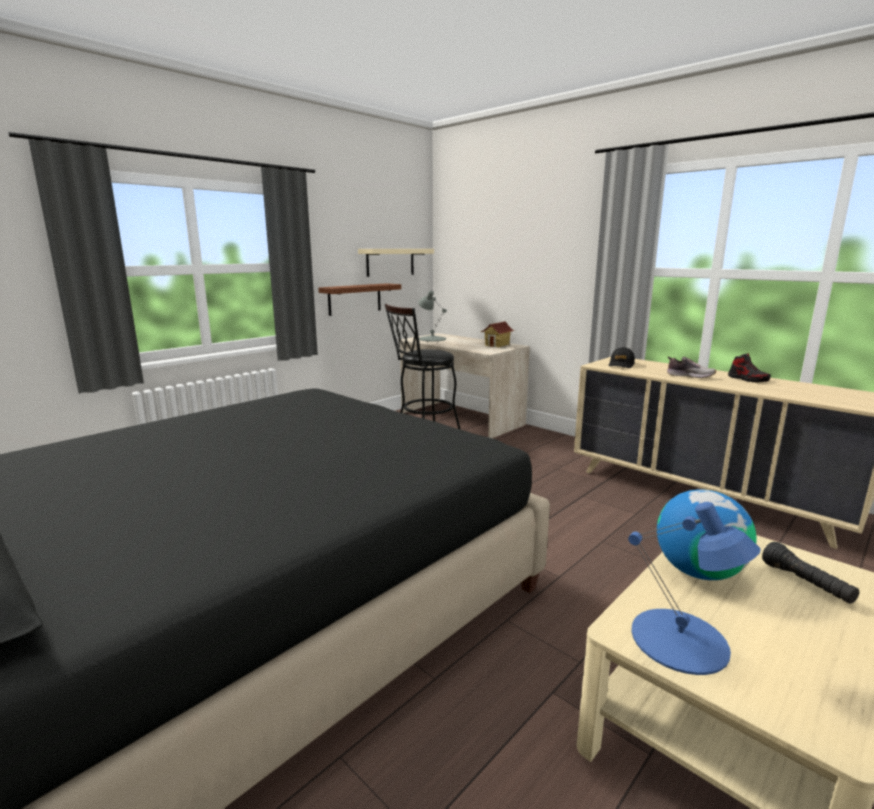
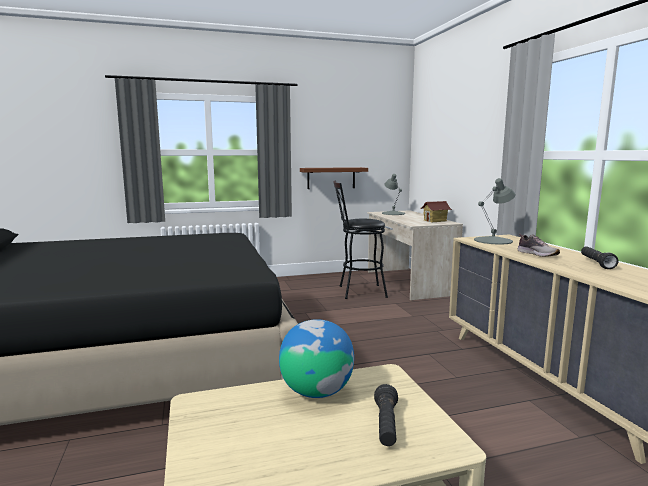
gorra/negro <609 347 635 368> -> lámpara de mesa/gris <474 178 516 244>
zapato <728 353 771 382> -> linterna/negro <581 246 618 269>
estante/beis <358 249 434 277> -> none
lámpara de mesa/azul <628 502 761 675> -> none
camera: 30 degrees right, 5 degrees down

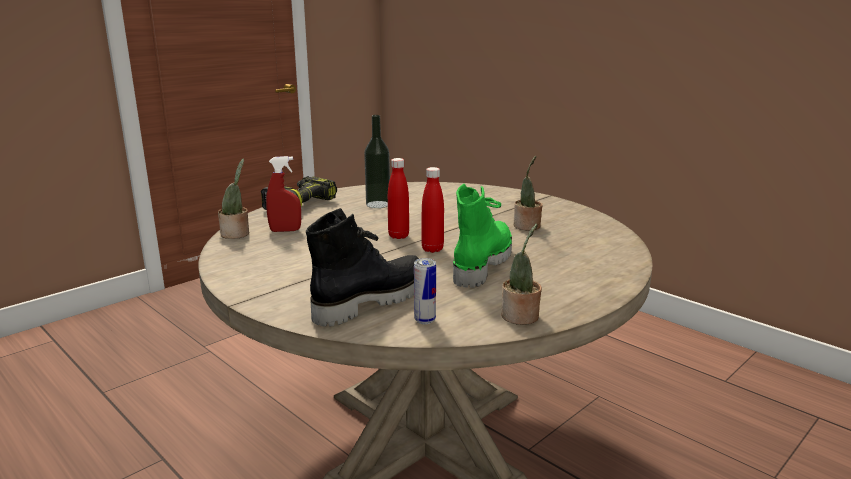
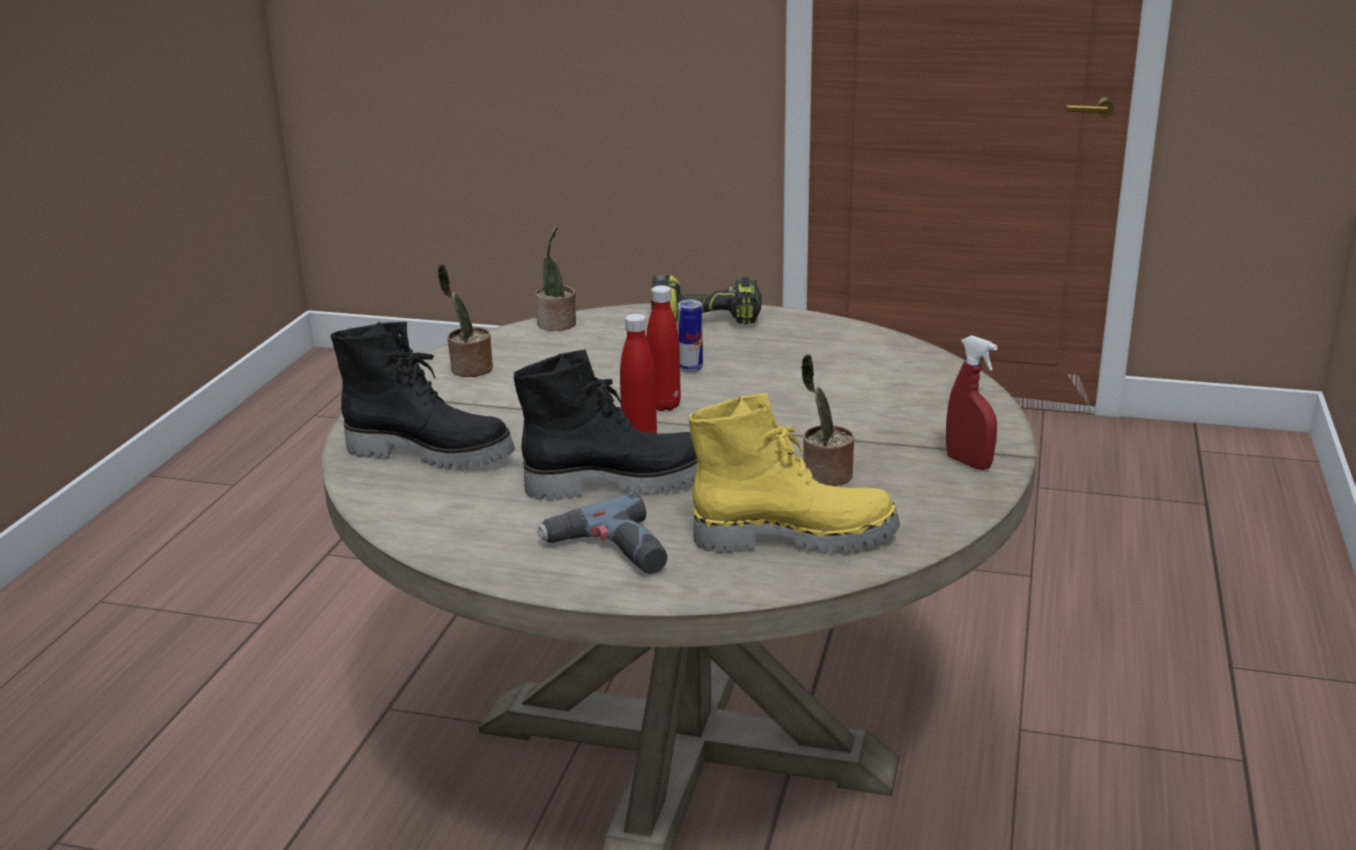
planta en maceta <501 224 542 325> -> planta en maceta <438 264 493 377>, relocated
bota/verde <453 184 512 288> -> bota/negro <514 349 697 500>
none -> taladro <537 493 667 574>
lata <414 258 436 324> -> lata <678 299 703 372>, relocated
none -> bota/amarillo <689 393 900 554>
pulverizador/rojo <266 156 301 232> -> pulverizador/rojo <946 335 998 470>, relocated
botella <364 115 390 208> -> none
camera: 60 degrees right, 5 degrees up

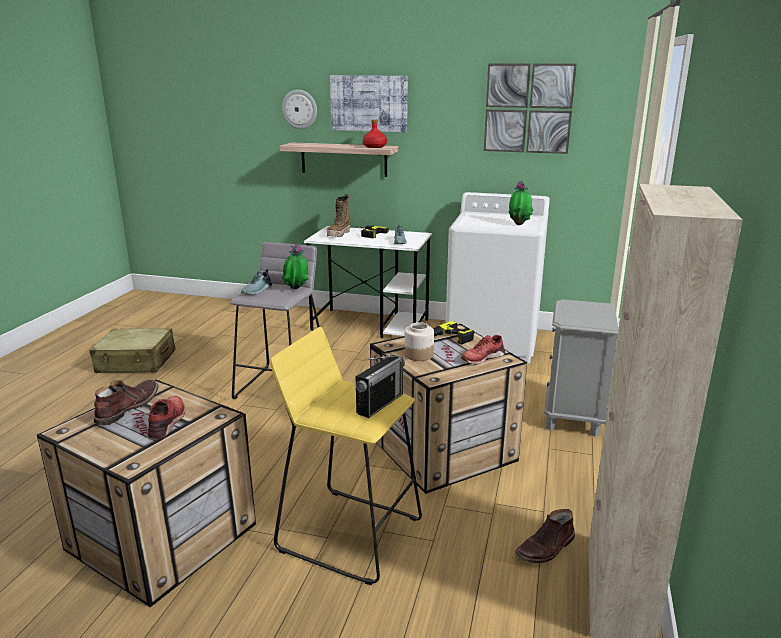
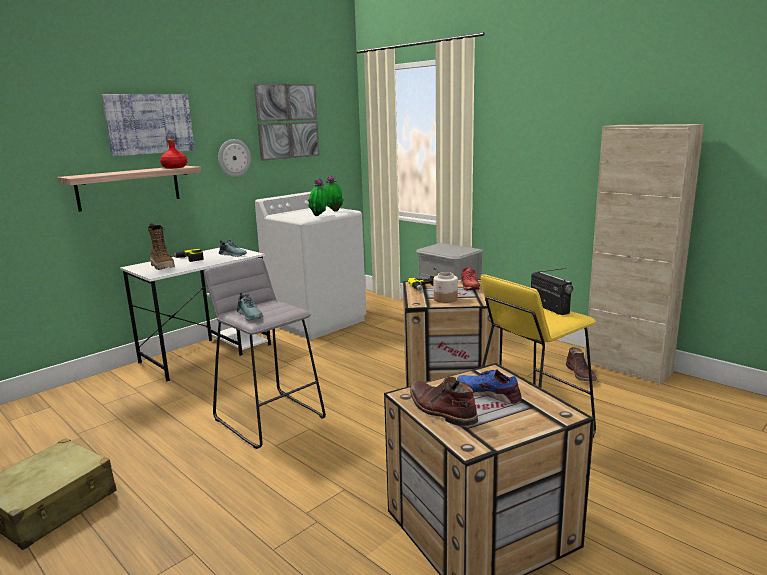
reloj de pared <282 90 317 129> -> reloj de pared <218 139 251 177>, relocated
planta en maceta <282 244 309 289> -> planta en maceta <308 178 327 216>, relocated
zapato/rojo <148 396 185 439> -> zapato/azul <456 369 522 404>
camera: 60 degrees left, 5 degrees down

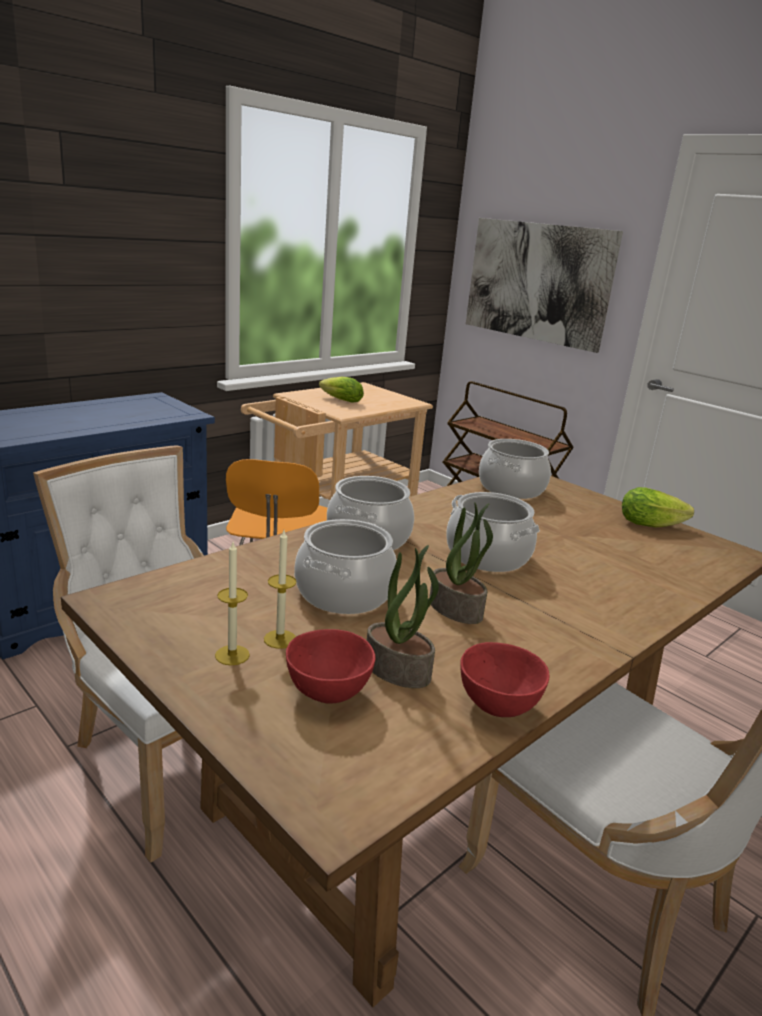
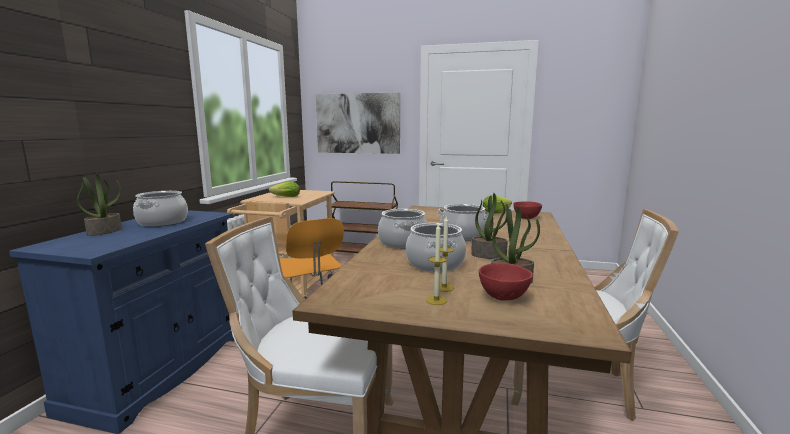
none -> planta en maceta <77 173 122 236>
olla <479 439 551 499> -> olla <133 191 188 226>, relocated
cuenco/rojo <460 642 550 717> -> cuenco/rojo <513 201 542 219>, relocated
camera: 30 degrees left, 10 degrees down

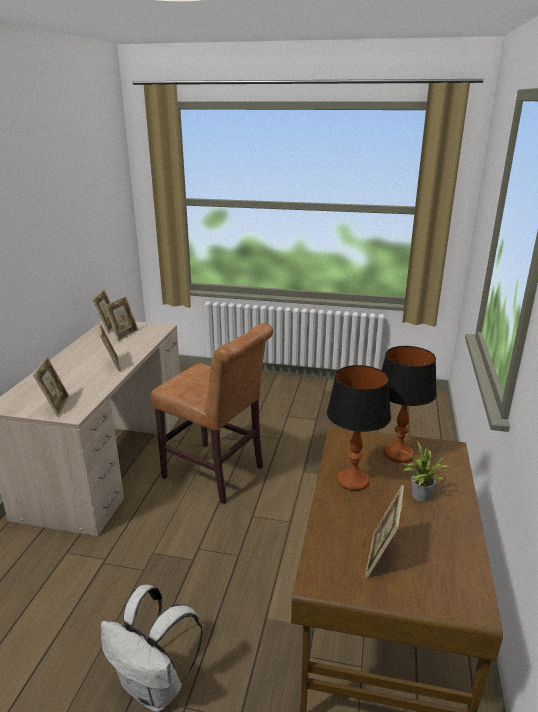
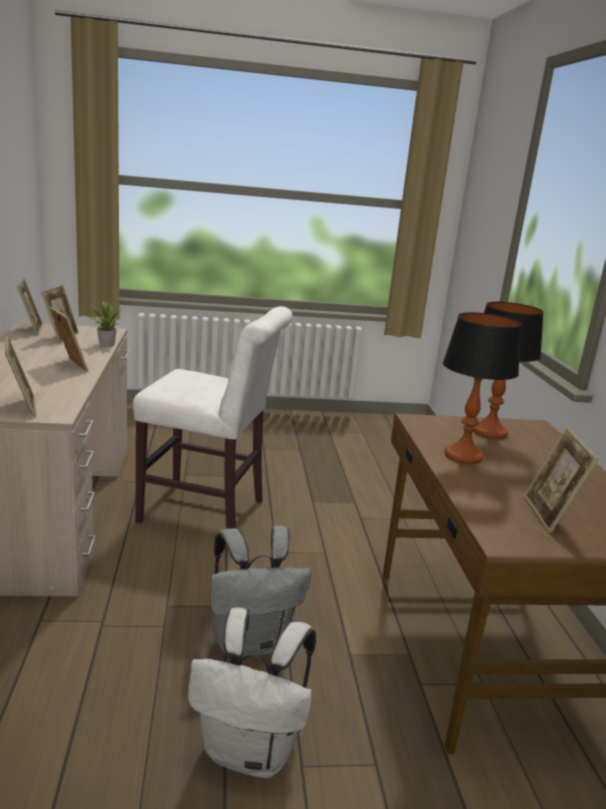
planta en maceta <403 441 449 502> -> planta en maceta <88 301 122 347>, relocated
silla/marrón <151 323 273 504> -> silla/blanco <133 306 293 529>
none -> mochila/gris <211 526 311 657>
camera: 20 degrees left, 5 degrees down

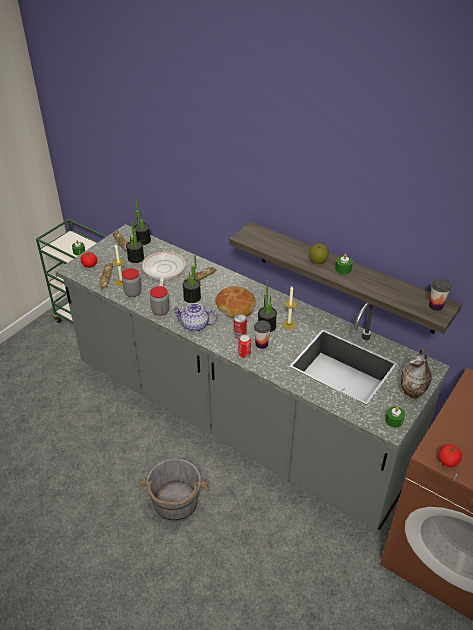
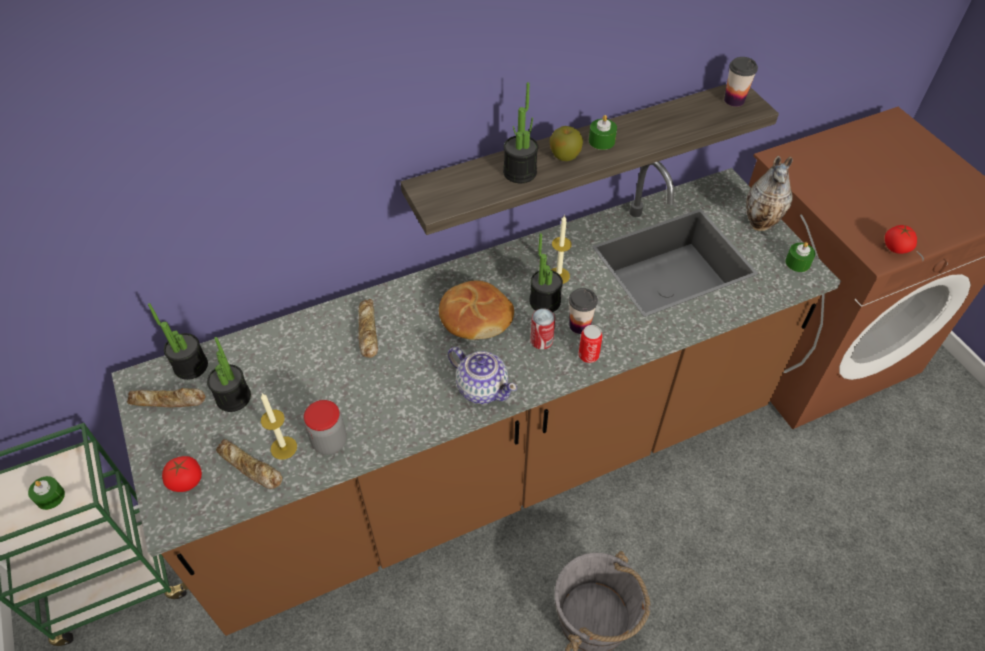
mueble bajo de cocina/gris <55 224 450 532> -> mueble bajo de cocina/marrón <111 161 841 636>
tetera <172 303 218 332> -> tetera <448 347 517 404>, 90 degrees counterclockwise
planta en maceta <183 255 201 303> -> planta en maceta <503 82 538 183>, relocated
sartén <142 252 186 287> -> none
tarro <150 286 170 316> -> none
camera: 60 degrees left, 10 degrees up

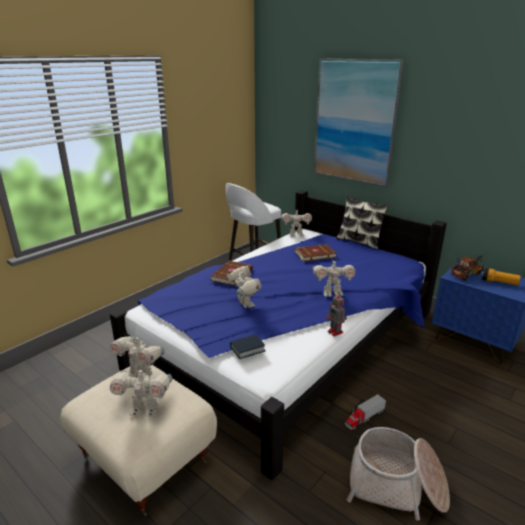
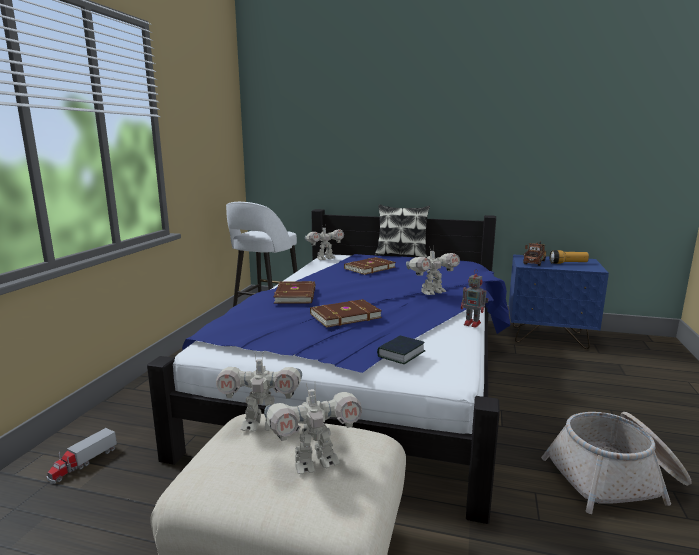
camión de juguete <345 394 386 430> -> camión de juguete <46 428 117 483>, relocated
robot de juguete <227 266 262 308> -> libro/marrón <310 299 382 328>
cuadro <314 59 404 188> -> none
camera: 25 degrees left, 10 degrees down

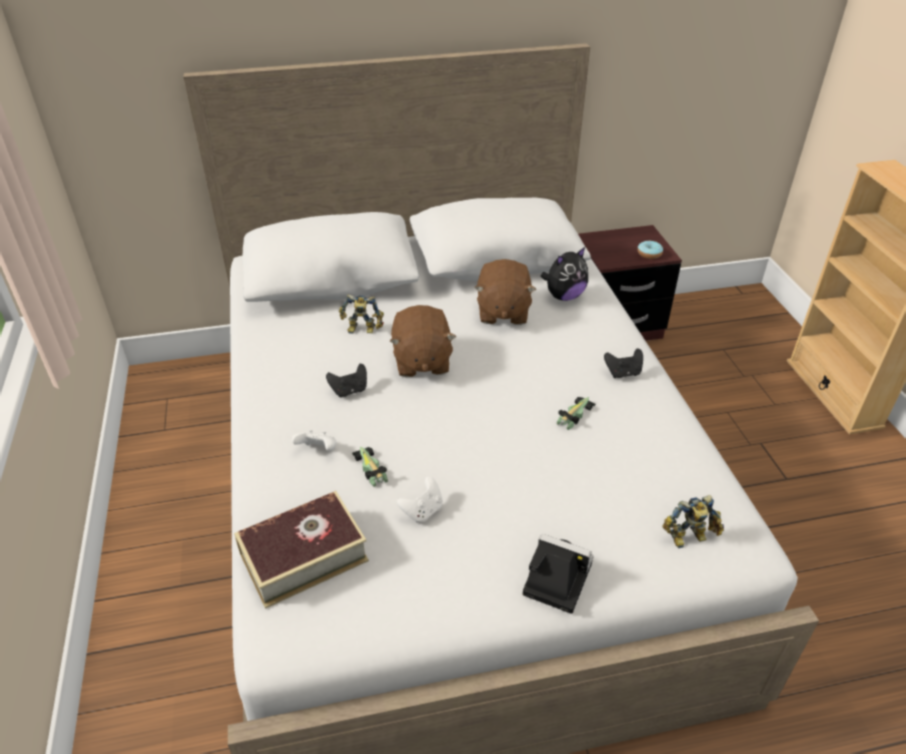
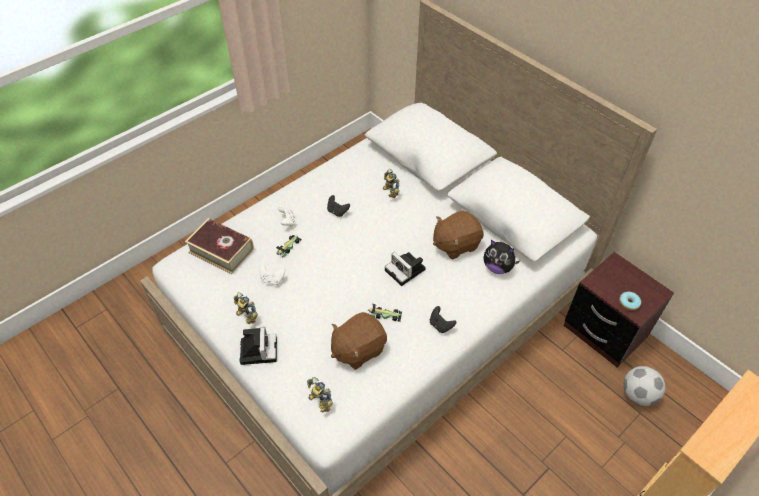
none -> robot de juguete <233 292 258 324>
peluche/marrón <390 305 456 377> -> peluche/marrón <331 312 387 370>, relocated
none -> cámara <385 252 426 286>
none -> balón de fútbol <623 366 665 406>
camera: 60 degrees right, 10 degrees up

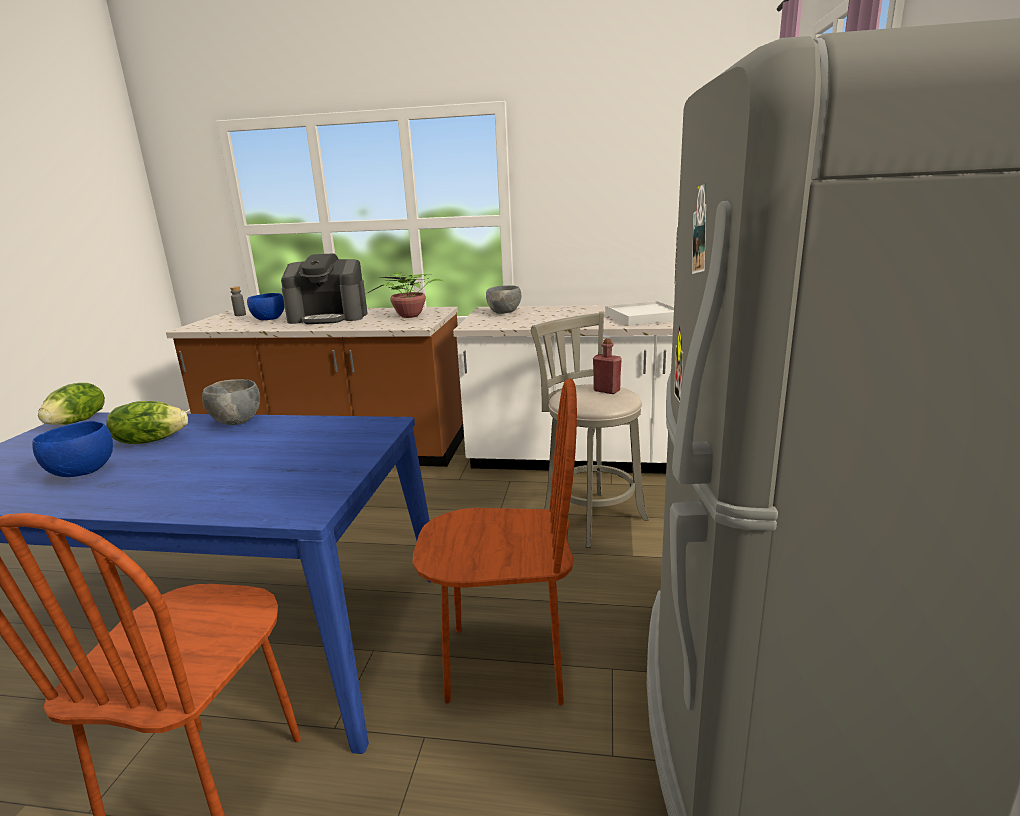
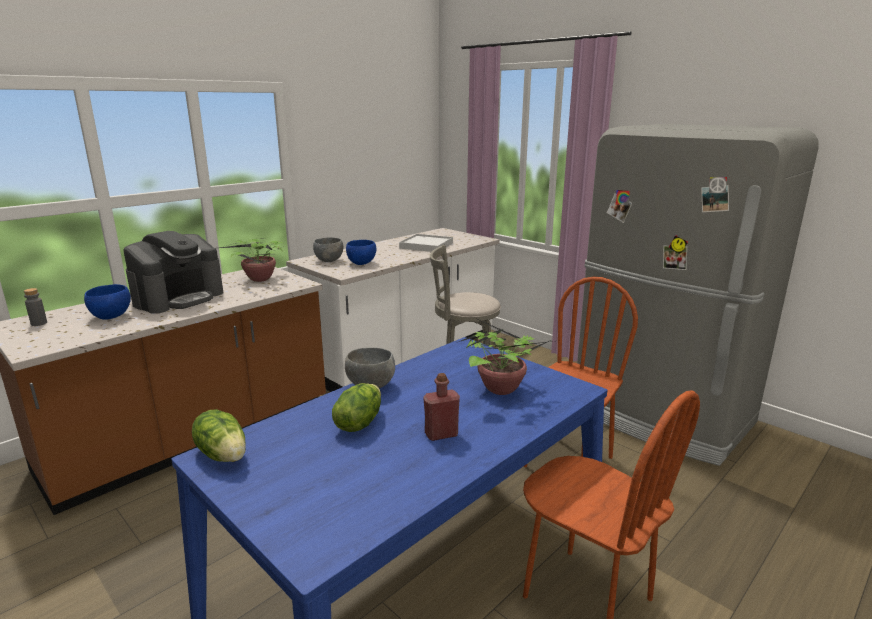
cuenco/azul <32 421 113 477> -> cuenco/azul <346 240 376 265>, relocated
botella/rojo <593 338 622 394> -> botella/rojo <423 373 460 441>, relocated
none -> planta en maceta <456 317 552 395>
camera: 55 degrees left, 0 degrees up

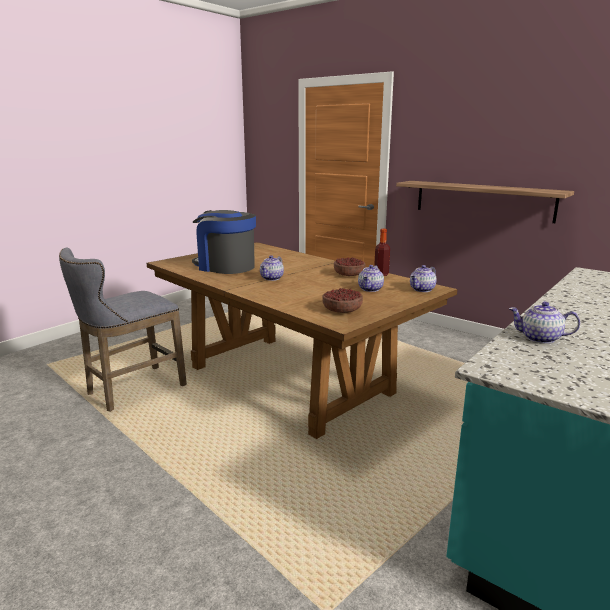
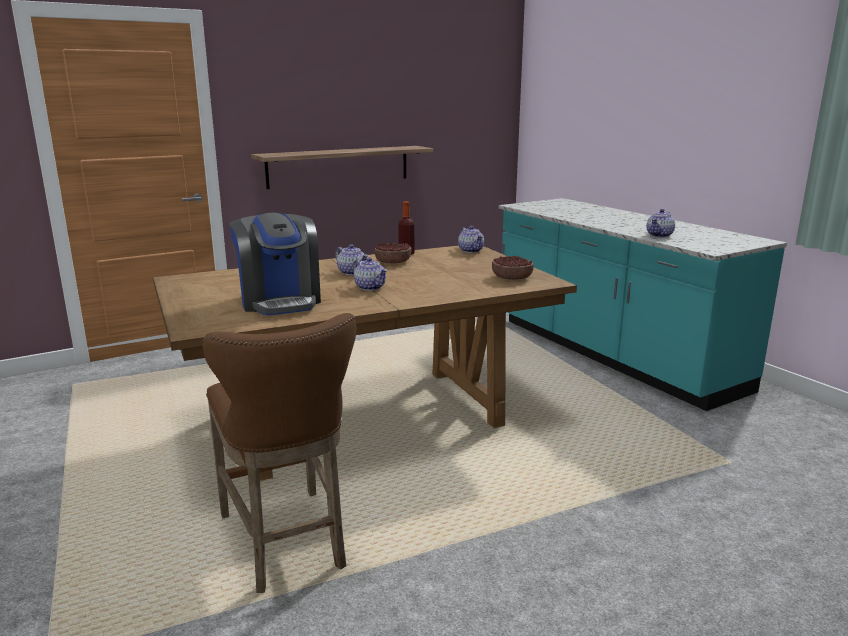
taburete/gris <59 248 187 412> -> taburete/marrón <203 313 356 593>
cafetera <192 210 256 274> -> cafetera <229 213 321 316>, 75 degrees counterclockwise
tetera <358 265 384 292> -> tetera <335 244 368 275>, relocated
camera: 70 degrees left, 0 degrees up

